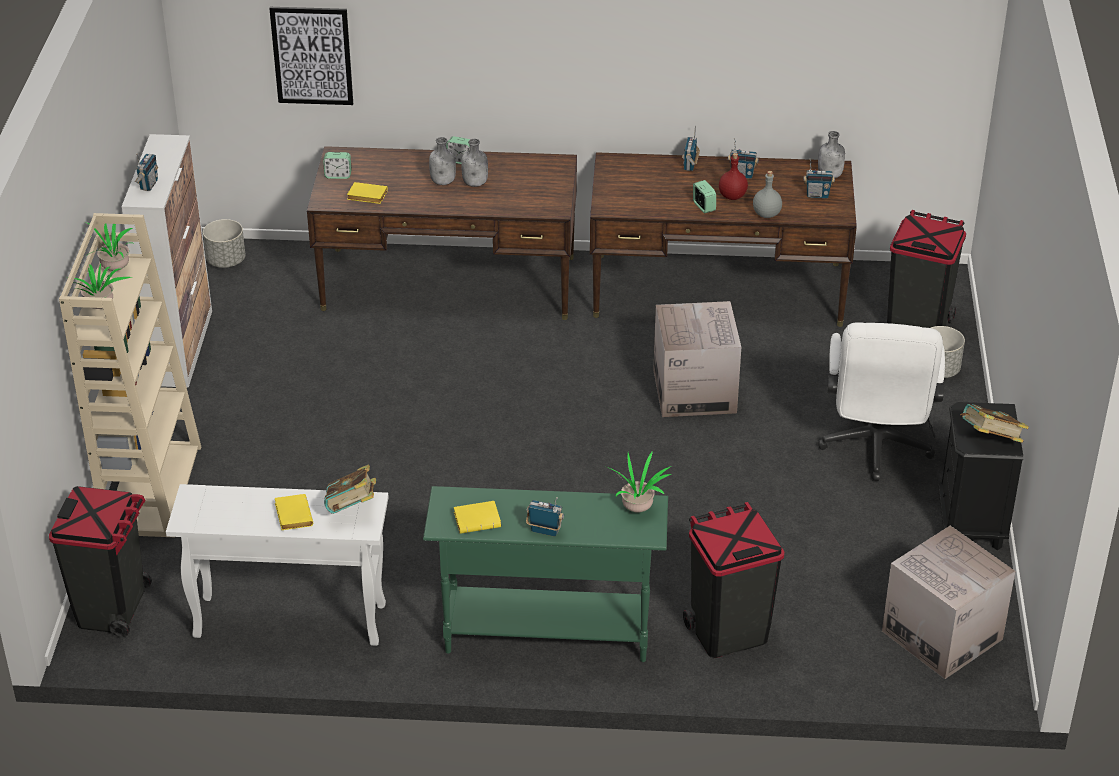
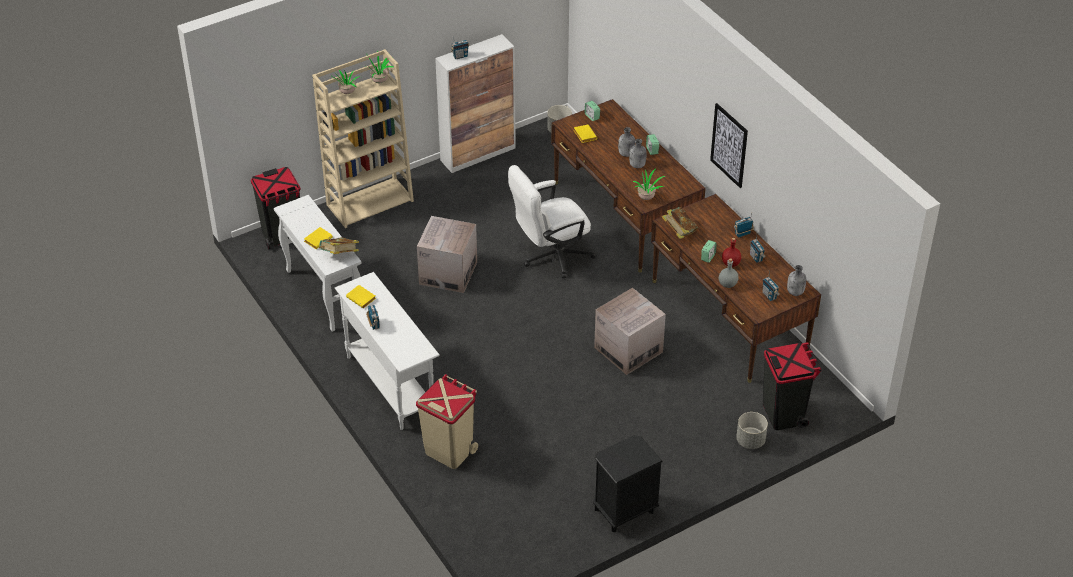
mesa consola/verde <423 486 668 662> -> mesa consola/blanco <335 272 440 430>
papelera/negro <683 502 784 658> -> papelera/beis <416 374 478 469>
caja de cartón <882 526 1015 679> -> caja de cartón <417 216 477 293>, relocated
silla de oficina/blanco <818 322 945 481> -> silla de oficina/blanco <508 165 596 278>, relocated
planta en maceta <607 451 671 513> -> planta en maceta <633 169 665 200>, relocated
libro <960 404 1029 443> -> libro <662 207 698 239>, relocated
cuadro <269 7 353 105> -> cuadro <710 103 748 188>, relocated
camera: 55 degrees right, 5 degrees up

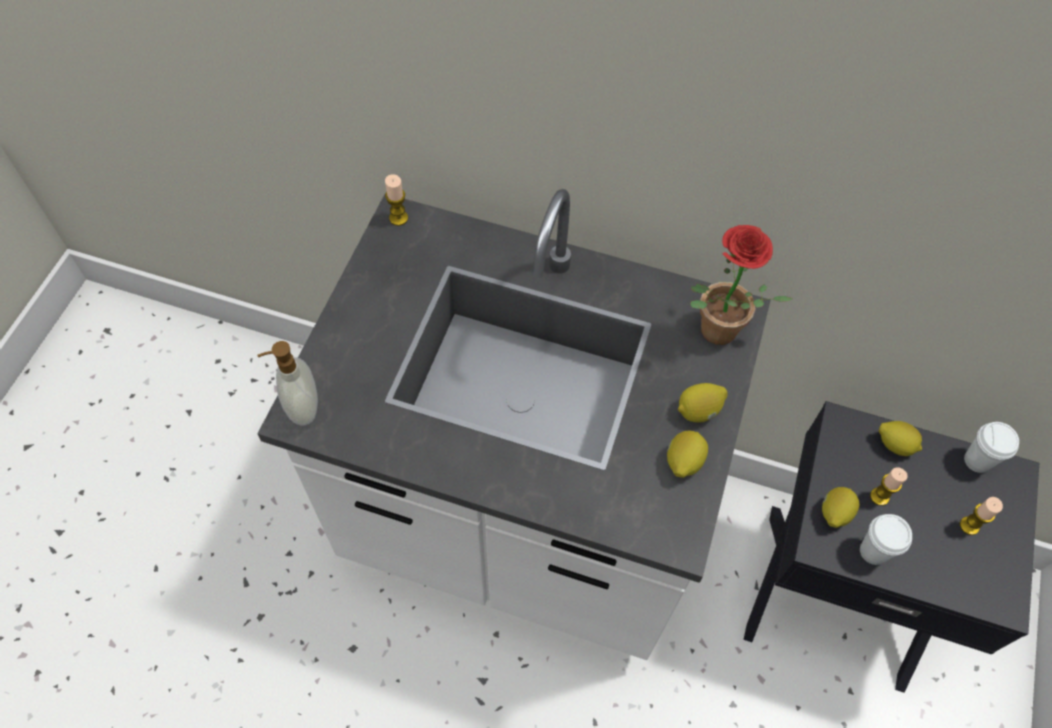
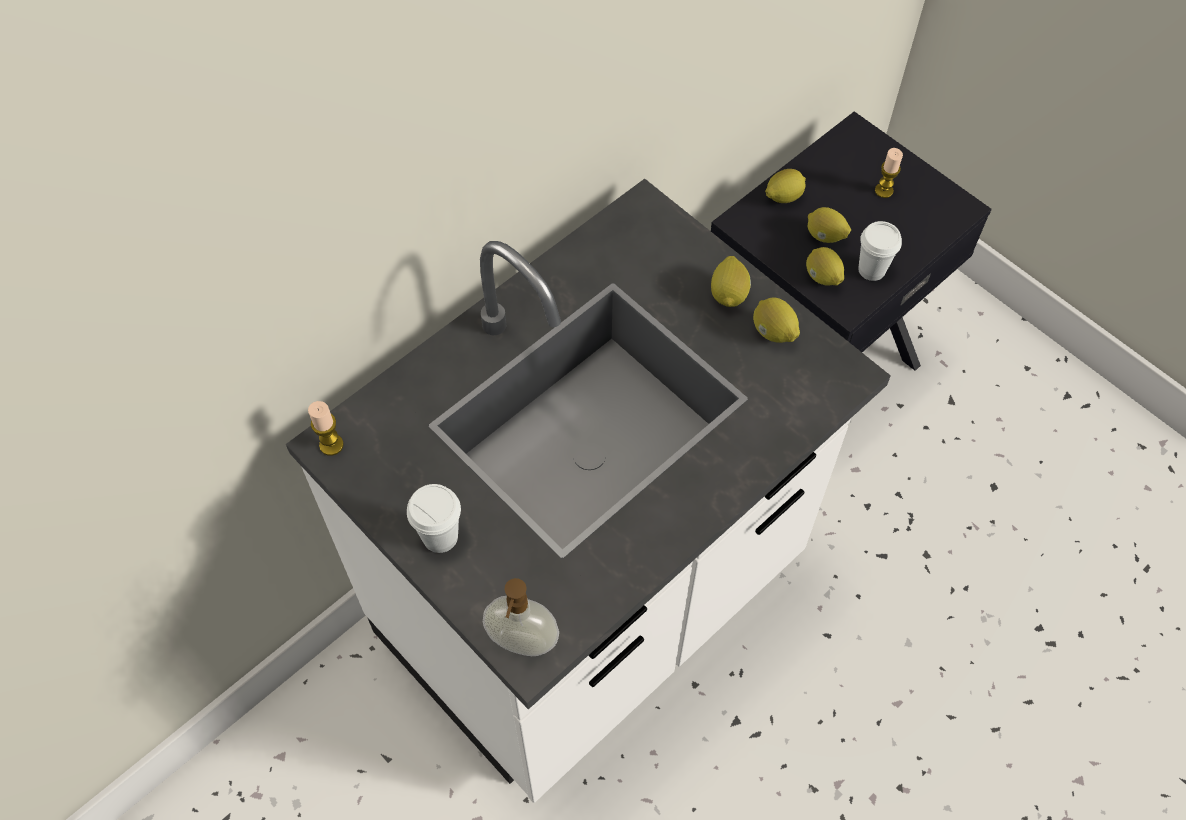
taza/blanco <964 422 1019 473> -> taza/blanco <407 484 461 553>, relocated
vela <870 467 908 506> -> limón <808 207 851 243>
planta en maceta <690 225 793 345> -> none
camera: 60 degrees left, 0 degrees up

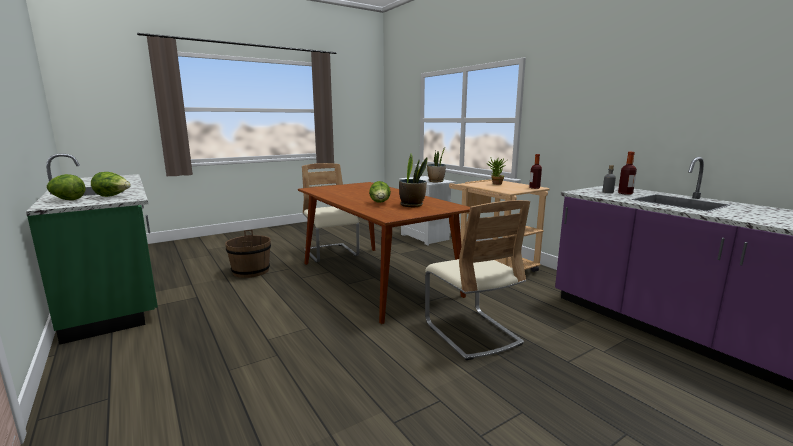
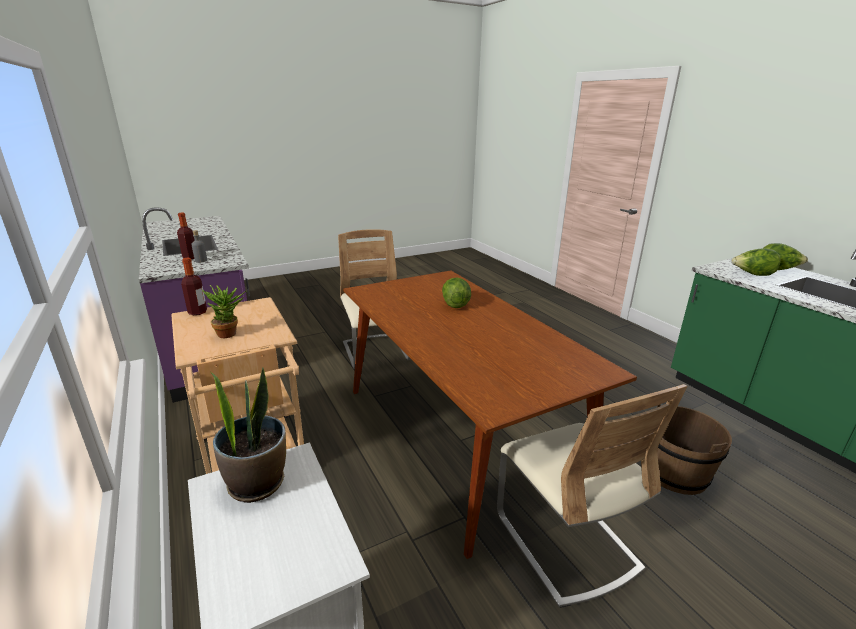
planta en maceta <399 153 427 207> -> none
camera: 175 degrees left, 10 degrees up

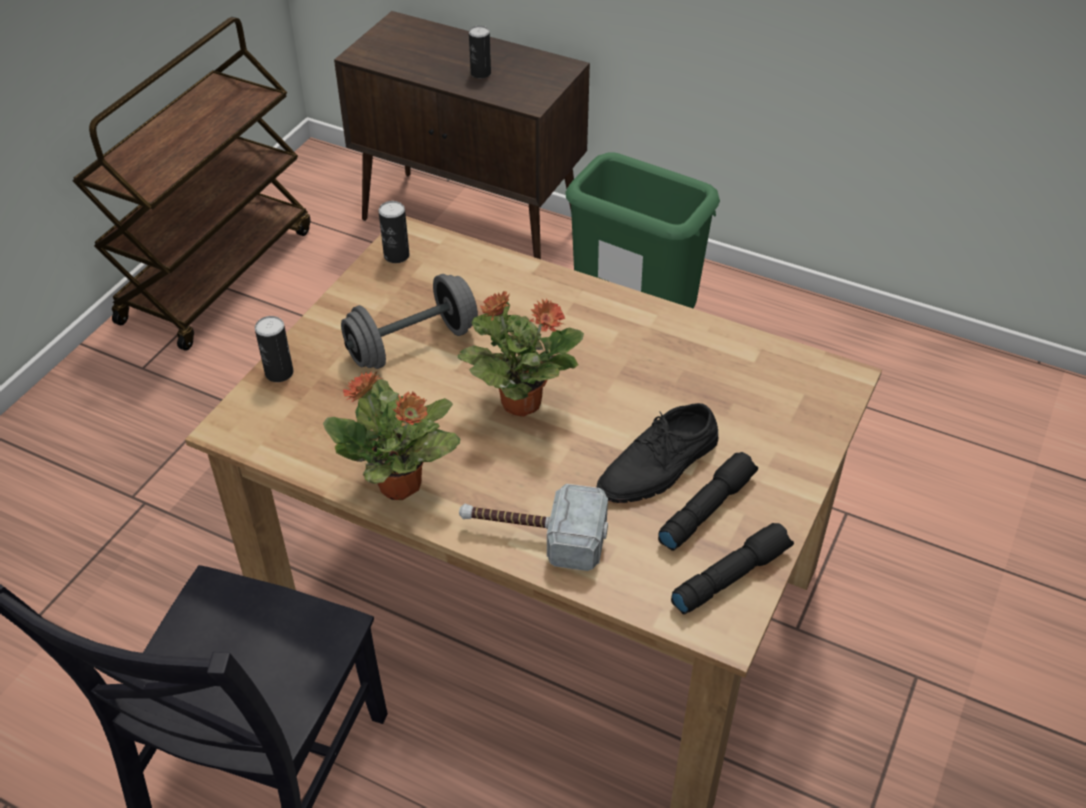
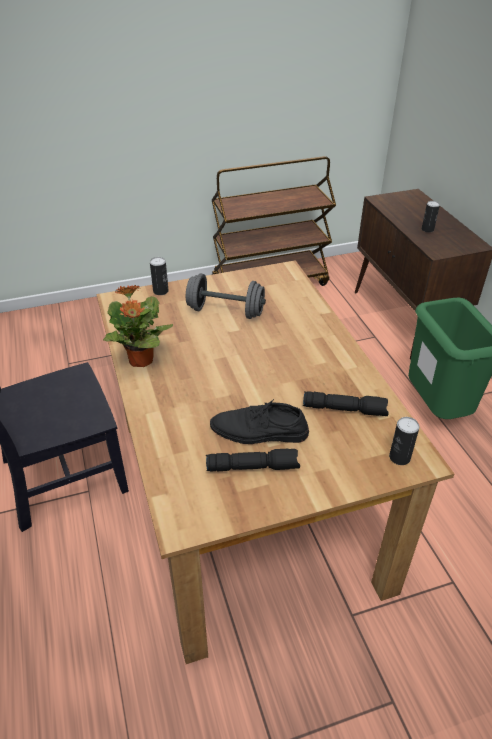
linterna/negro <671 523 794 615> -> linterna/negro <303 391 389 416>, relocated
lata <378 201 409 263> -> lata <389 417 419 465>, relocated
planta en maceta <458 291 584 417> -> none
martillo <459 484 608 571> -> none
camera: 45 degrees right, 5 degrees down

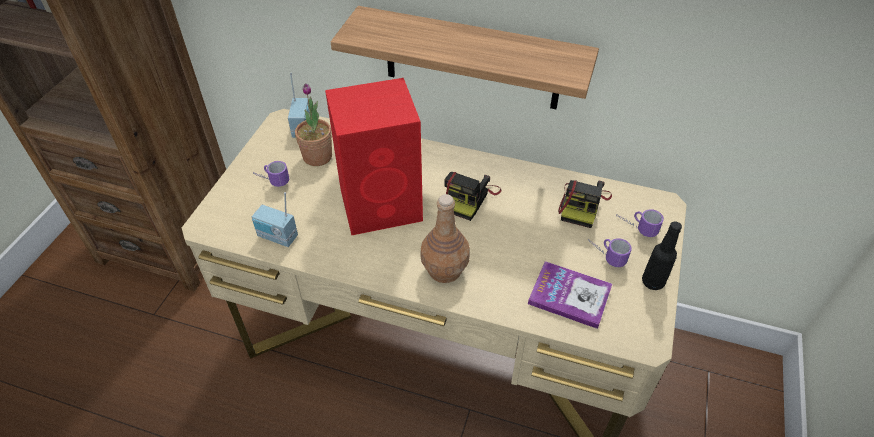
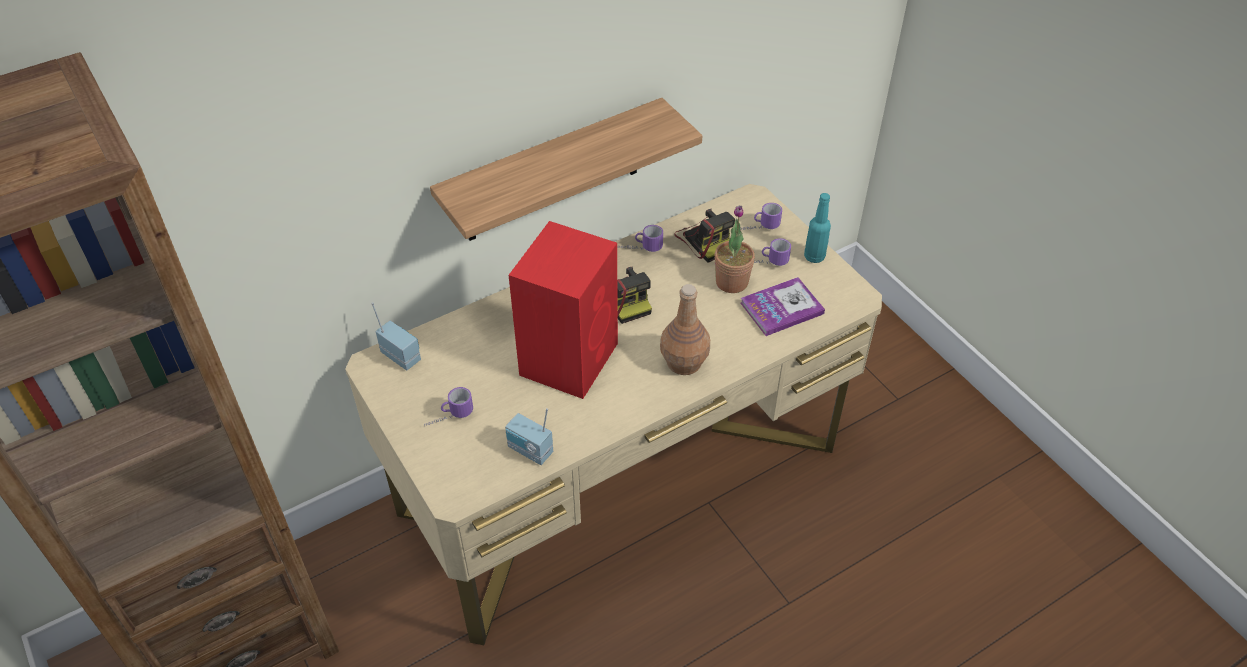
radio <252 192 298 247> -> radio <505 408 553 465>, 60 degrees clockwise
none -> taza grande <619 225 663 252>
planta en maceta <295 83 332 166> -> planta en maceta <715 206 755 293>, relocated
botella/negro <642 221 682 290> -> botella/turquesa <804 193 831 263>
camera: 50 degrees left, 0 degrees up

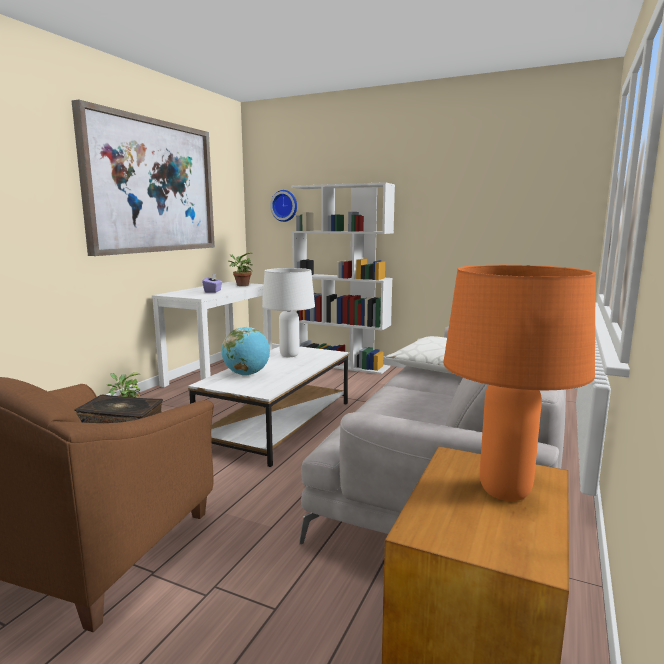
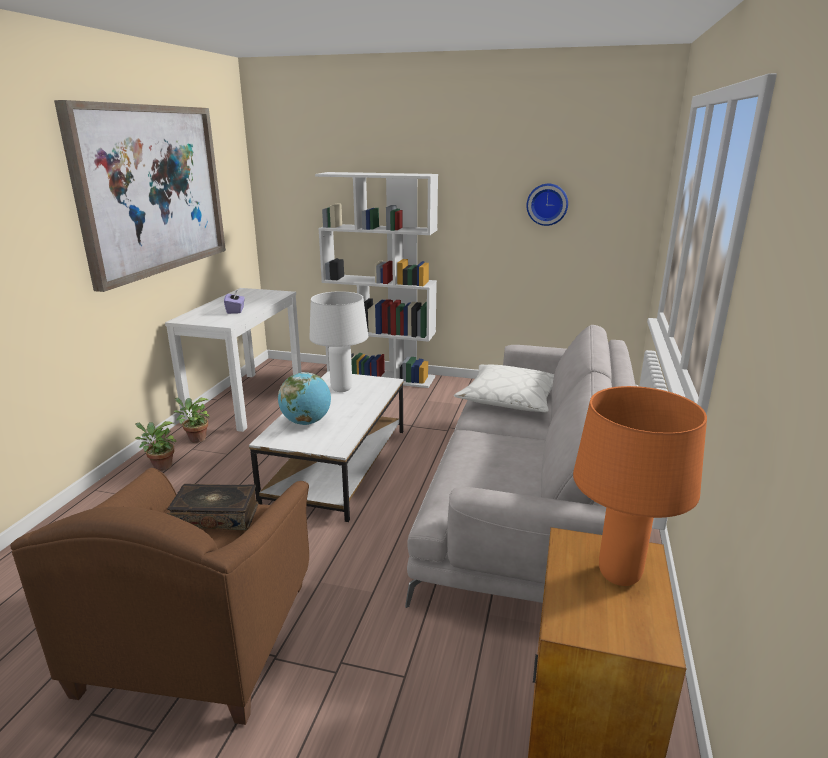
planta en maceta <228 252 254 286> -> planta en maceta <173 398 210 443>, relocated
reloj de pared <270 190 297 222> -> reloj de pared <527 184 568 226>, relocated
camera: 10 degrees left, 10 degrees up

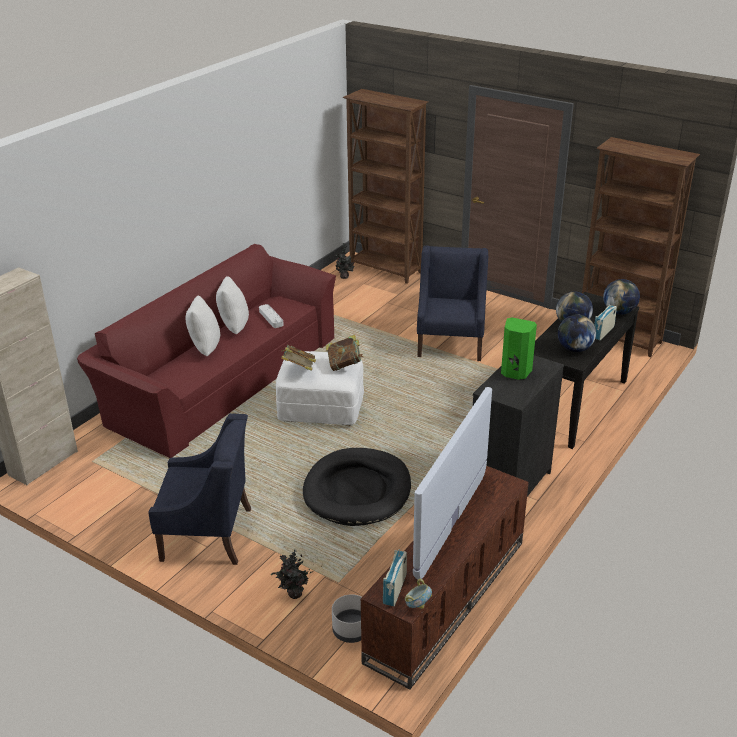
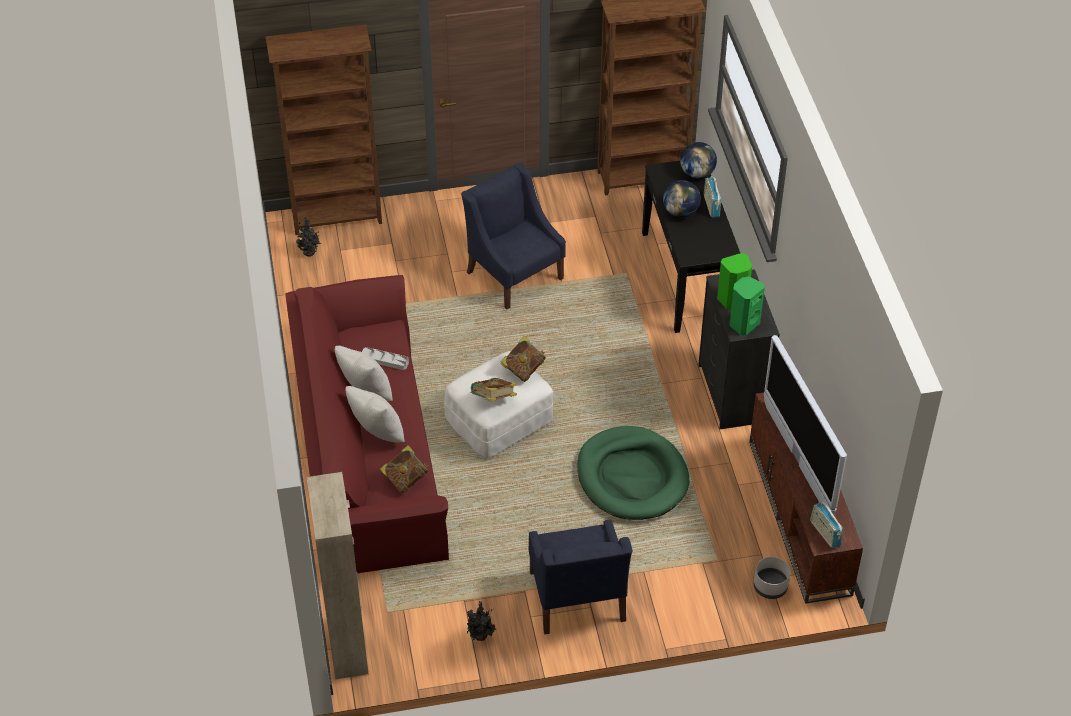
none -> libro <380 446 429 494>
planta en maceta <271 549 314 599> -> planta en maceta <467 601 496 641>, relocated
sillón/azul <148 414 251 565> -> sillón/azul <529 520 632 635>, 120 degrees clockwise
cama para perro/negro <303 448 411 526> -> cama para perro/verde <577 426 689 520>
none -> altavoz/verde <729 277 765 335>
cuenco <405 579 432 609> -> none
globo terráqueo <558 314 596 352> -> none
camera: 45 degrees left, 15 degrees up

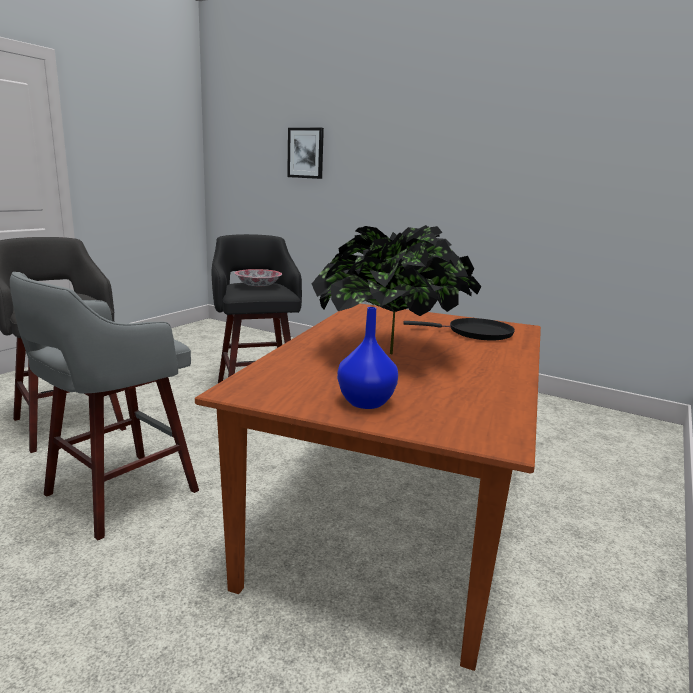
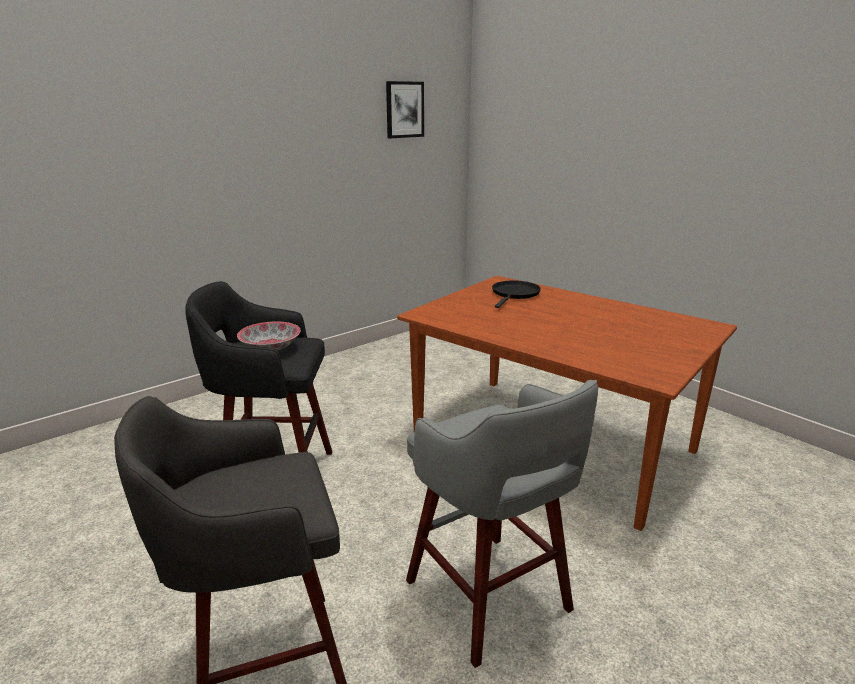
cuadro <287 128 324 179> -> cuadro <386 81 424 138>, relocated
planta en maceta <312 225 481 355> -> none
florero/azul <337 307 398 409> -> none
camera: 70 degrees left, 5 degrees up

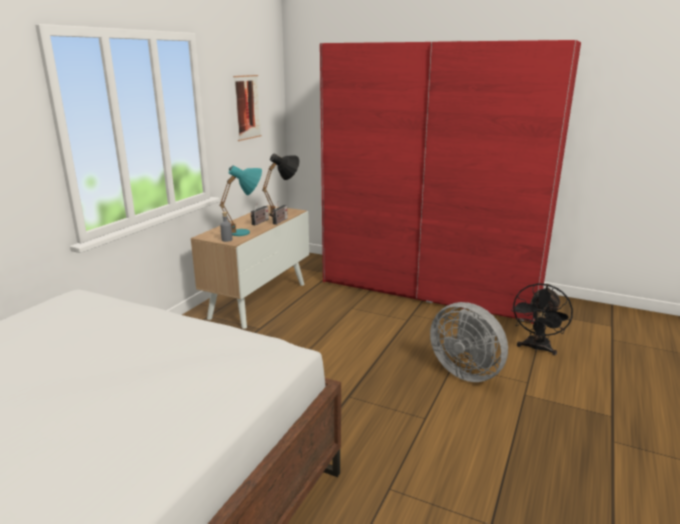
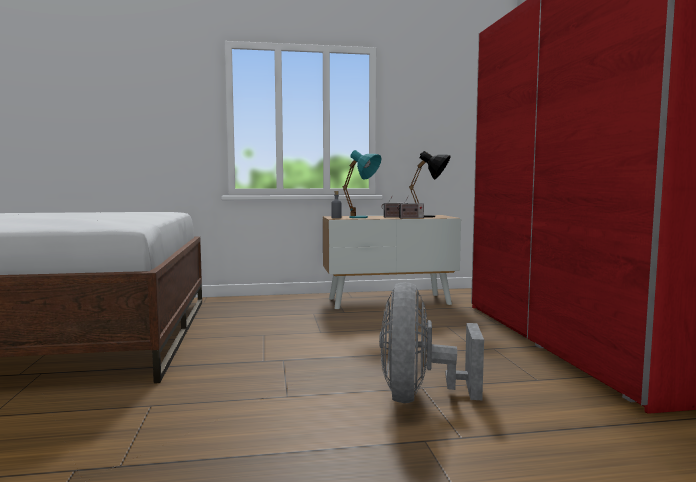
cuadro <233 75 261 141> -> none
ventilador/negro <511 283 573 356> -> none
camera: 55 degrees right, 15 degrees down

